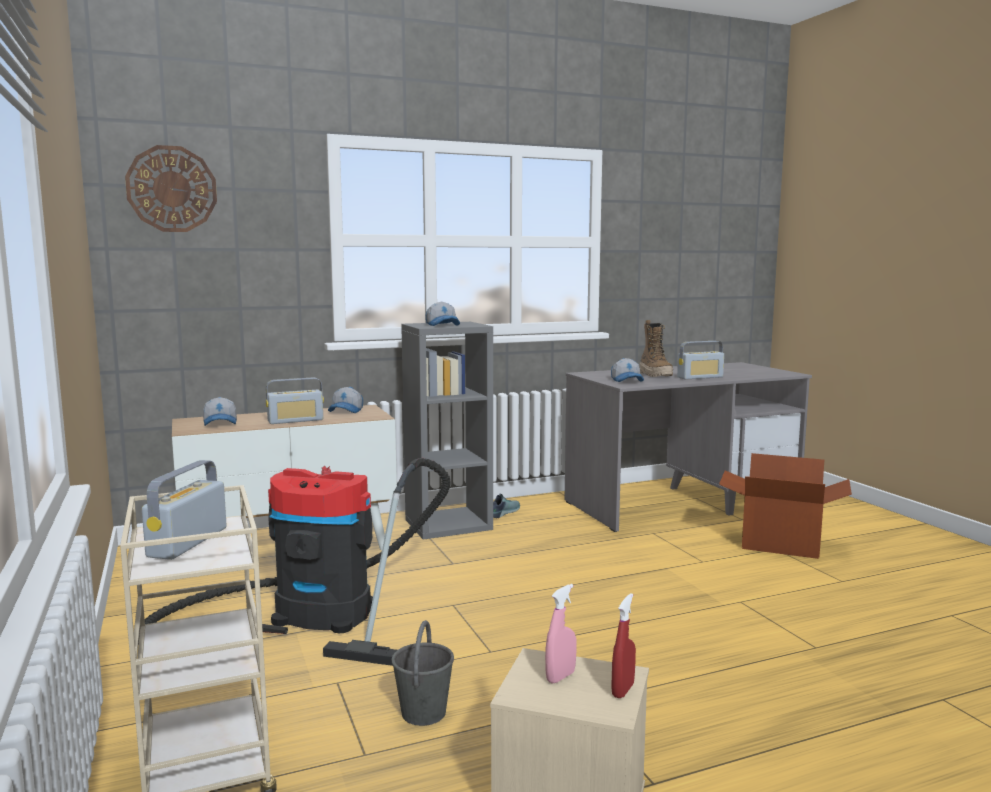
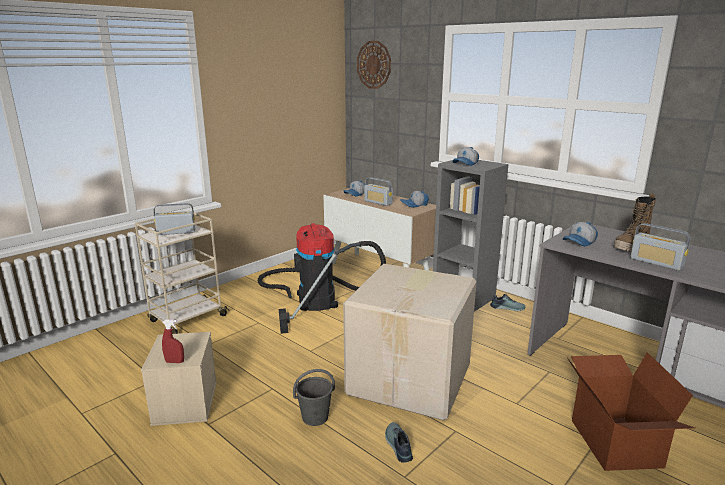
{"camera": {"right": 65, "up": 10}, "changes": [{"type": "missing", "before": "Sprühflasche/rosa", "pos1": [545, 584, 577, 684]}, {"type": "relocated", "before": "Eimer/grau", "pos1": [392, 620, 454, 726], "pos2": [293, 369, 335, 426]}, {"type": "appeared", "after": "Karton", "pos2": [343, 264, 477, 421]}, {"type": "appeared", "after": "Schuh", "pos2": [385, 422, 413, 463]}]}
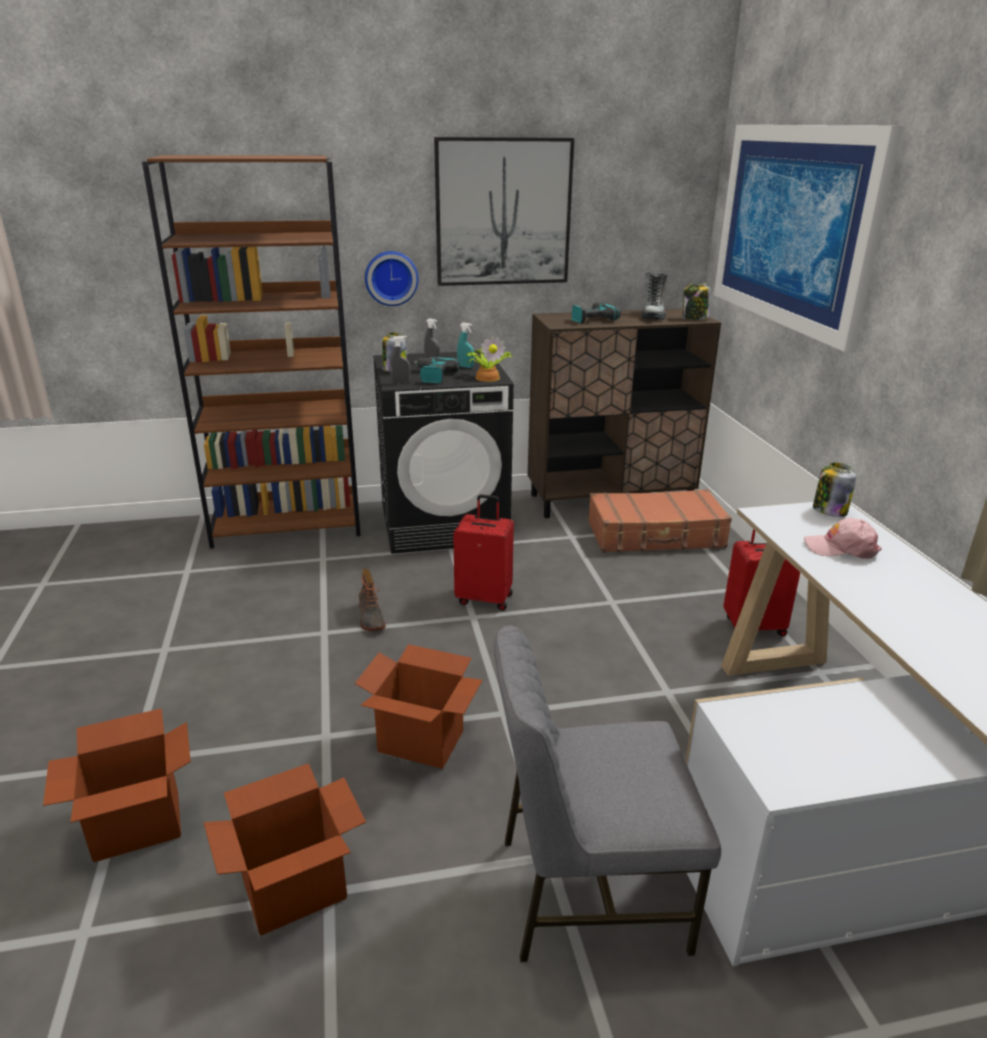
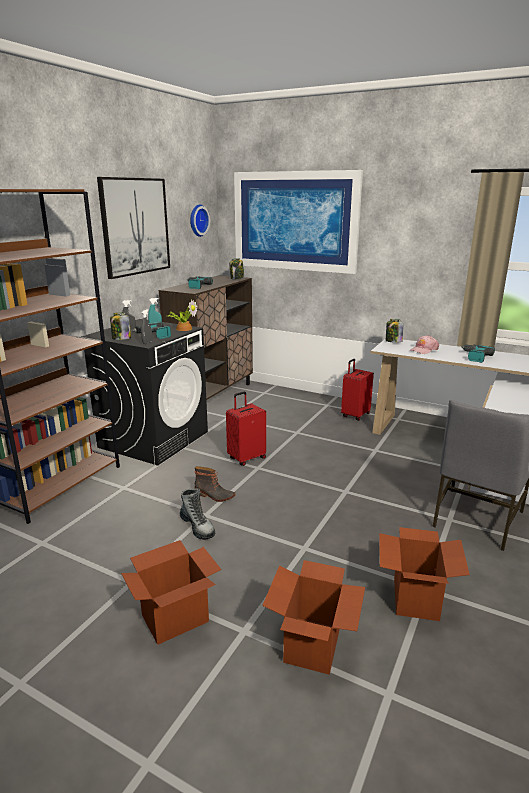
{"camera": {"right": -50, "up": -5}, "changes": [{"type": "relocated", "before": "Wanduhr", "pos1": [365, 251, 418, 306], "pos2": [190, 204, 210, 237]}, {"type": "relocated", "before": "Stiefel", "pos1": [641, 272, 668, 320], "pos2": [180, 488, 215, 540]}, {"type": "missing", "before": "Koffer/braun", "pos1": [588, 489, 732, 552]}, {"type": "relocated", "before": "Karton", "pos1": [355, 644, 482, 769], "pos2": [121, 540, 221, 644]}, {"type": "appeared", "after": "Bohrmaschine", "pos2": [461, 345, 495, 363]}]}
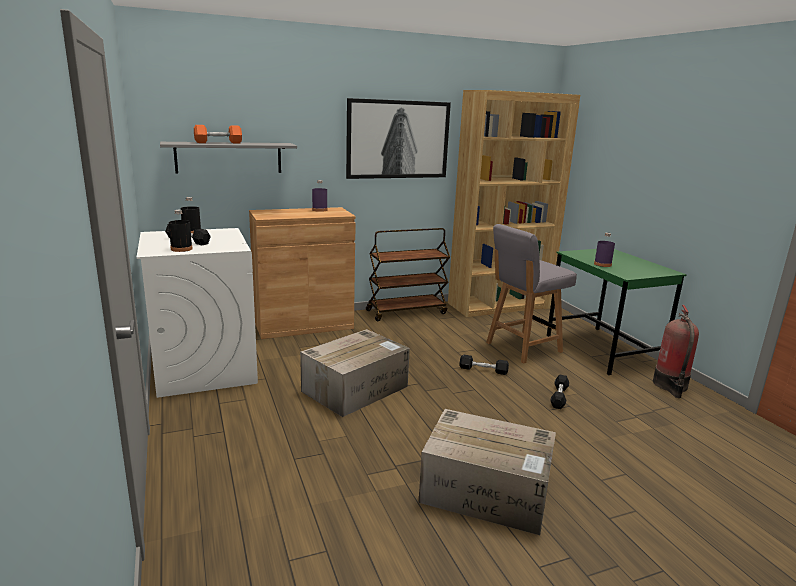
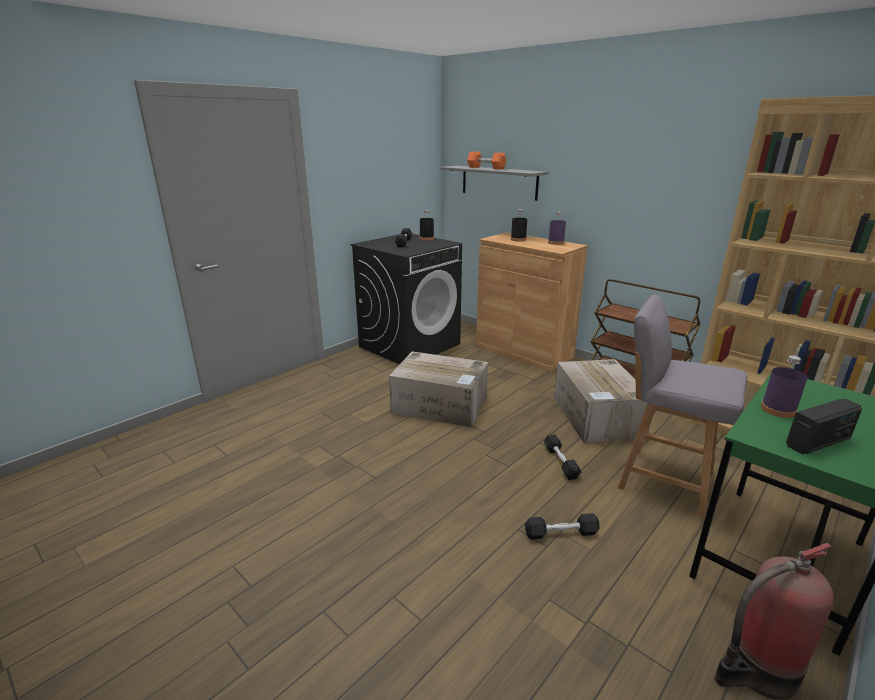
{"camera": {"right": 65, "up": 5}, "changes": [{"type": "missing", "before": "Bild", "pos1": [346, 98, 451, 179]}, {"type": "relocated", "before": "Flasche/schwarz", "pos1": [169, 210, 193, 252], "pos2": [511, 209, 527, 242]}, {"type": "colour", "before": "Waschmaschine/weiß", "after": "Waschmaschine/schwarz", "pos1": [136, 228, 258, 398], "pos2": [350, 234, 462, 364]}, {"type": "relocated", "before": "Karton", "pos1": [418, 409, 556, 535], "pos2": [554, 359, 650, 443]}, {"type": "appeared", "after": "Radio", "pos2": [786, 398, 862, 455]}]}
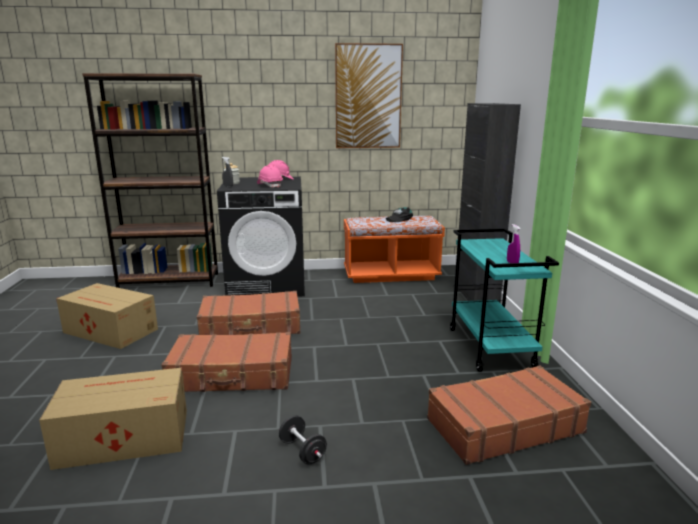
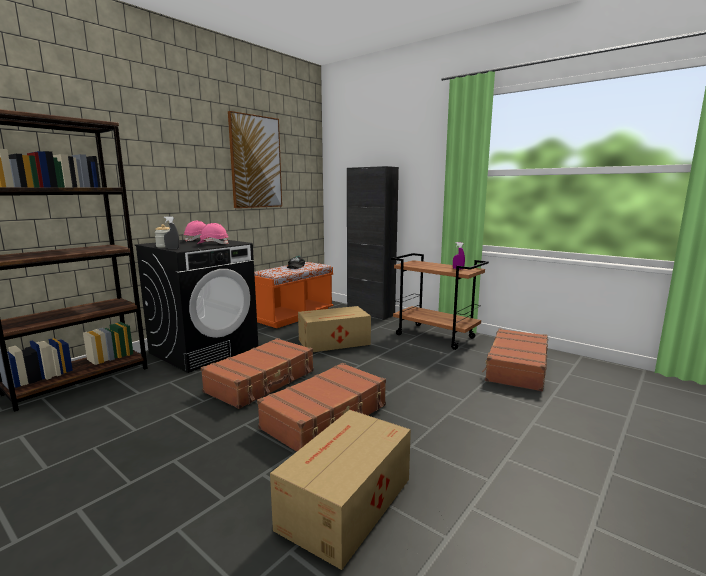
{"camera": {"right": -45, "up": -5}, "changes": [{"type": "colour", "before": "Rollwagen/türkis", "after": "Rollwagen/braun", "pos1": [450, 228, 559, 372], "pos2": [391, 253, 489, 350]}, {"type": "relocated", "before": "Karton", "pos1": [56, 283, 158, 349], "pos2": [298, 306, 371, 352]}, {"type": "missing", "before": "Hantel/schwarz", "pos1": [279, 415, 327, 465]}]}
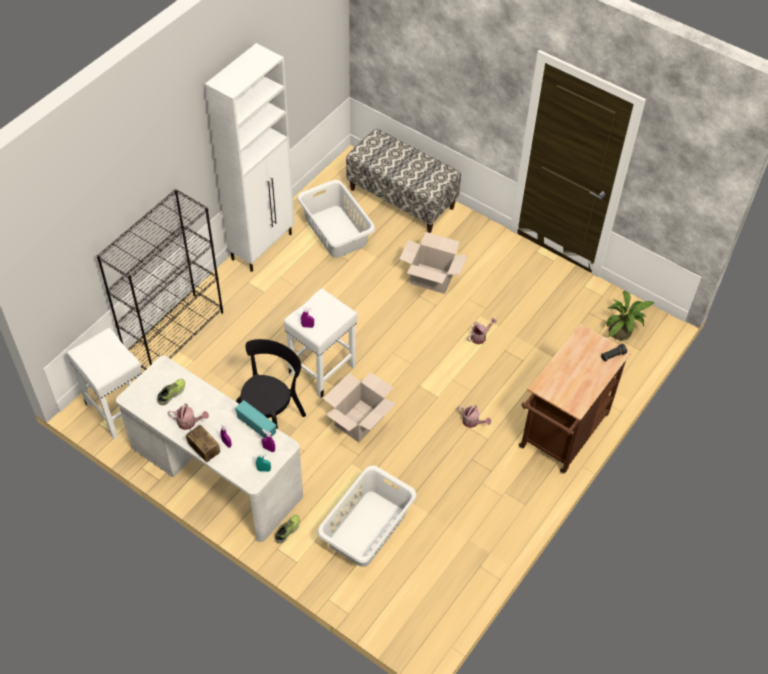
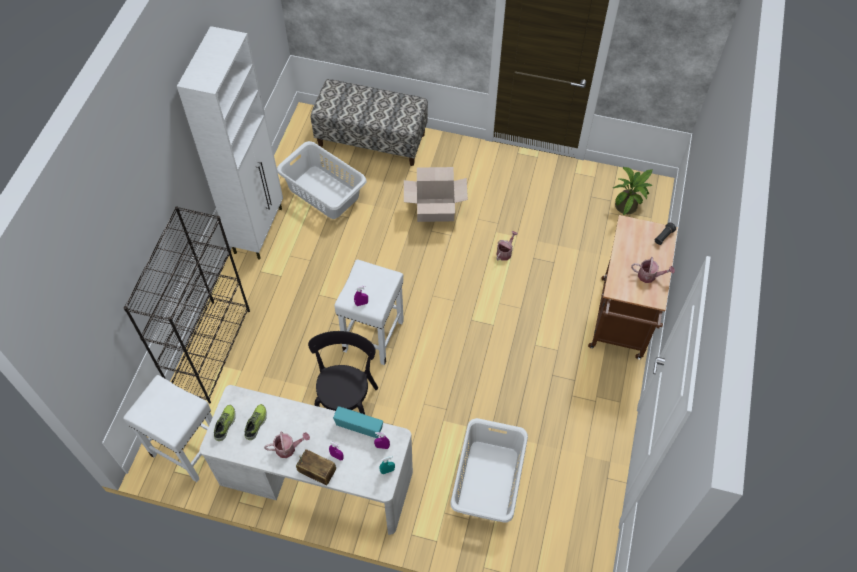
{"camera": {"right": -20, "up": 5}, "changes": [{"type": "missing", "before": "Karton", "pos1": [323, 372, 396, 442]}, {"type": "relocated", "before": "Gießkanne", "pos1": [457, 405, 491, 428], "pos2": [631, 257, 675, 283]}, {"type": "relocated", "before": "Schuh", "pos1": [275, 515, 300, 543], "pos2": [214, 405, 236, 441]}]}
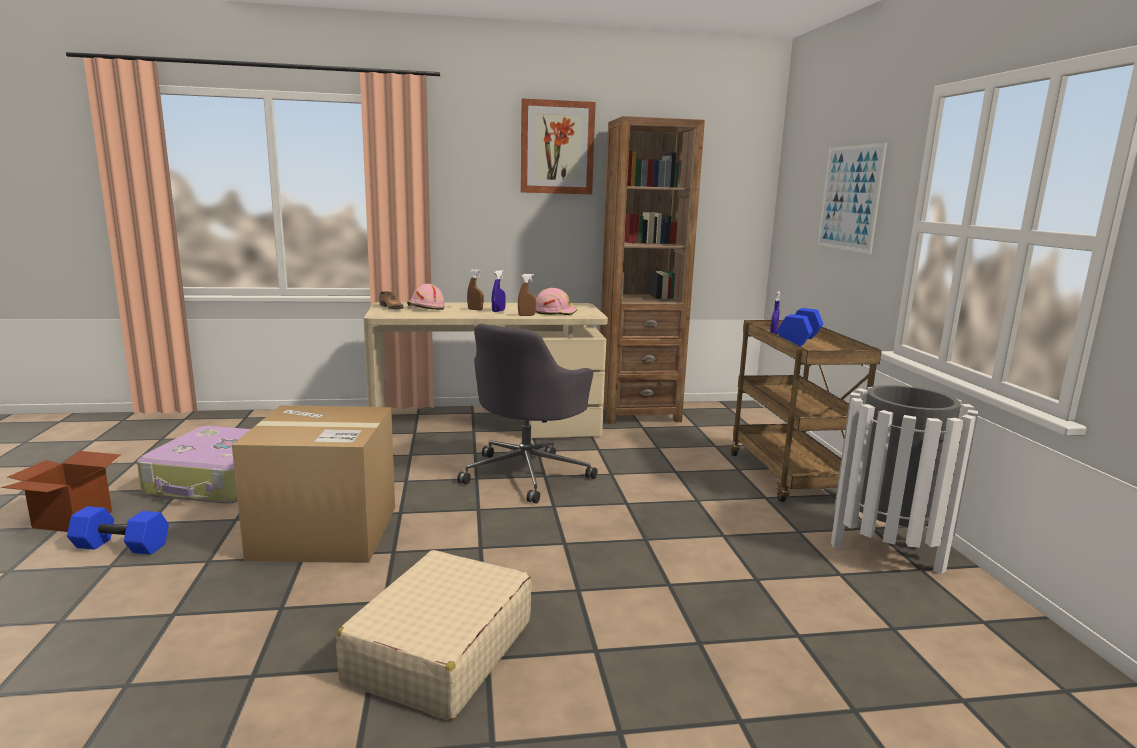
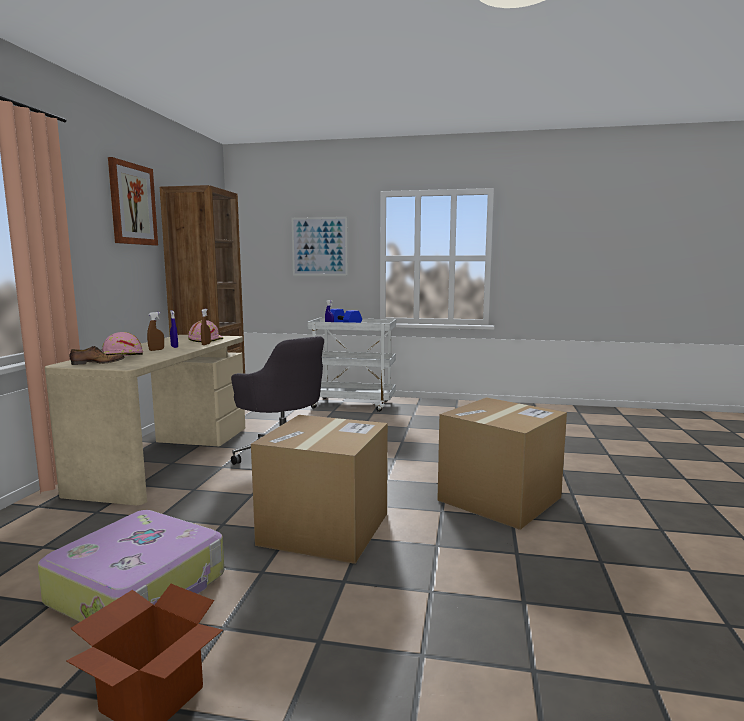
{"camera": {"right": -70, "up": -5}, "changes": [{"type": "colour", "before": "Rollwagen/braun", "after": "Rollwagen/weiß", "pos1": [731, 320, 882, 502], "pos2": [307, 318, 396, 412]}, {"type": "missing", "before": "Mülleimer/weiß", "pos1": [831, 385, 978, 575]}, {"type": "missing", "before": "Hantel/blau", "pos1": [67, 506, 169, 555]}, {"type": "exchanged", "before": "Koffer/beige", "after": "Karton", "pos1": [336, 550, 532, 720], "pos2": [437, 397, 567, 530]}]}
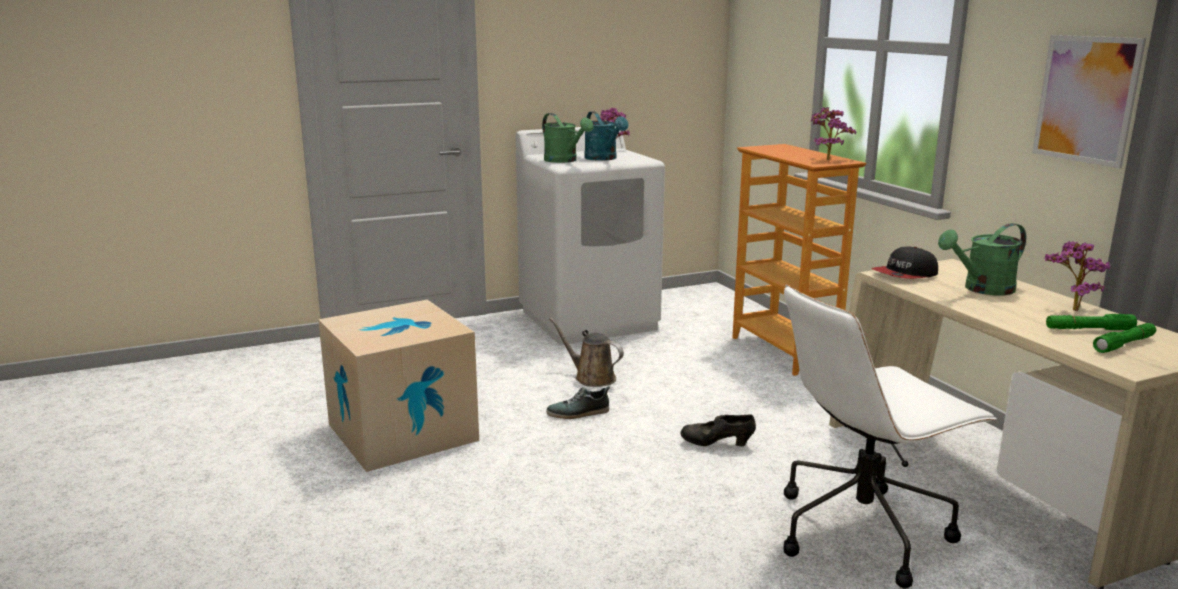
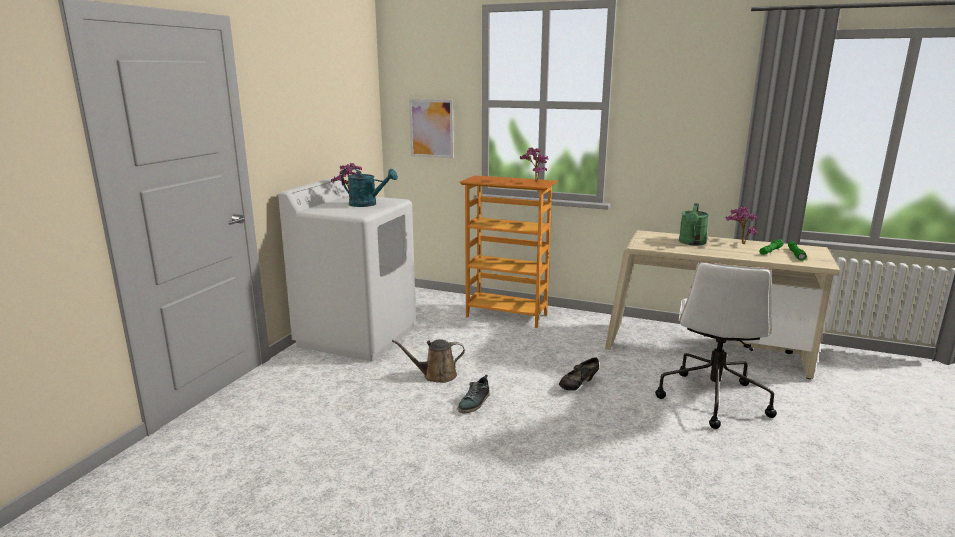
{"camera": {"right": -45, "up": 0}, "changes": [{"type": "relocated", "before": "Bild", "pos1": [1032, 35, 1146, 168], "pos2": [409, 99, 454, 158]}, {"type": "missing", "before": "Gießkanne/grün", "pos1": [542, 113, 593, 163]}, {"type": "missing", "before": "Kappe", "pos1": [871, 246, 938, 279]}, {"type": "missing", "before": "Karton", "pos1": [318, 300, 479, 472]}]}
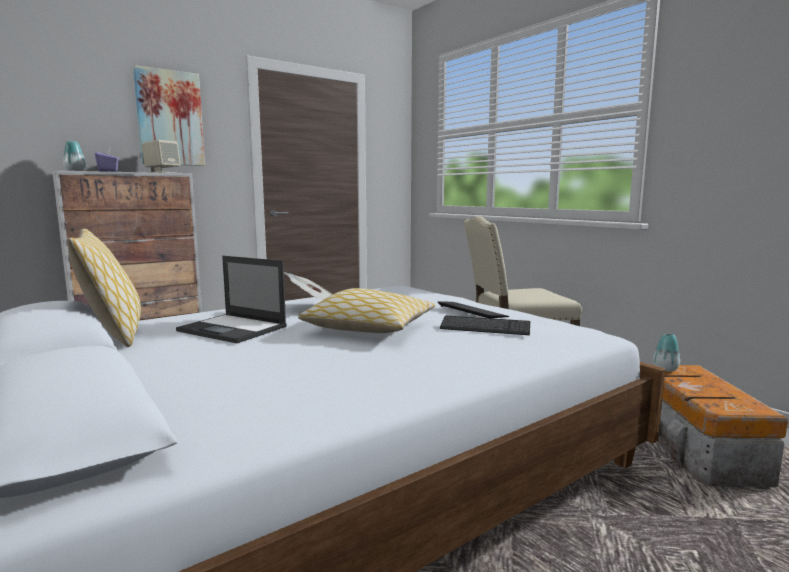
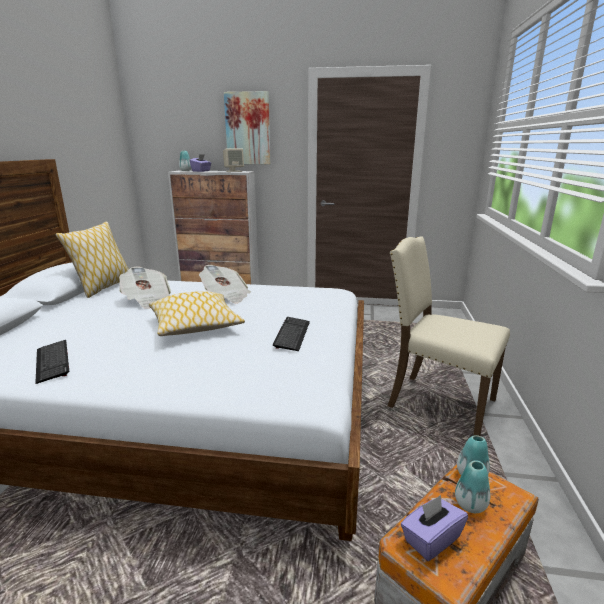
{"camera": {"right": 45, "up": 10}, "changes": [{"type": "exchanged", "before": "Laptop", "after": "Zeitung", "pos1": [176, 256, 287, 343], "pos2": [119, 267, 171, 309]}, {"type": "relocated", "before": "Tastatur", "pos1": [440, 316, 530, 335], "pos2": [35, 340, 69, 384]}, {"type": "appeared", "after": "Vase", "pos2": [455, 460, 490, 513]}, {"type": "appeared", "after": "Taschentuchbox/lila", "pos2": [401, 495, 468, 561]}]}
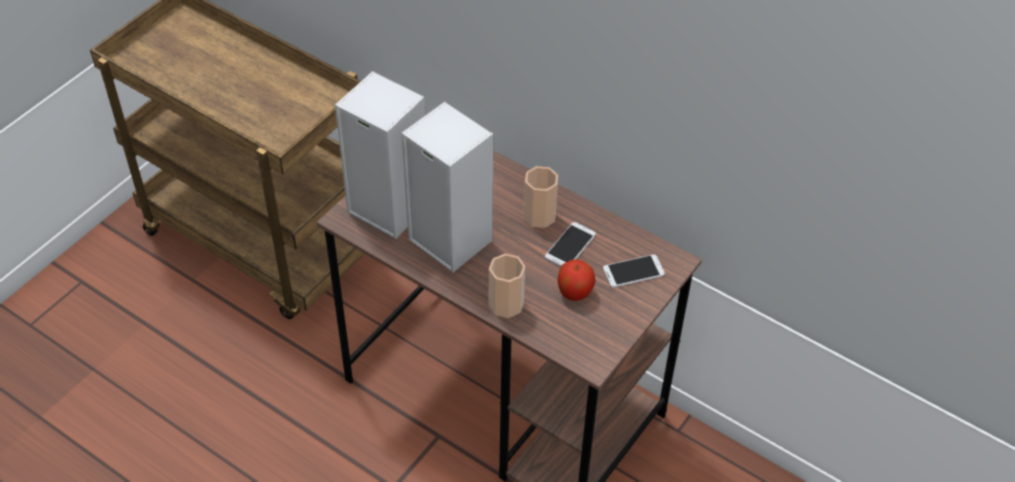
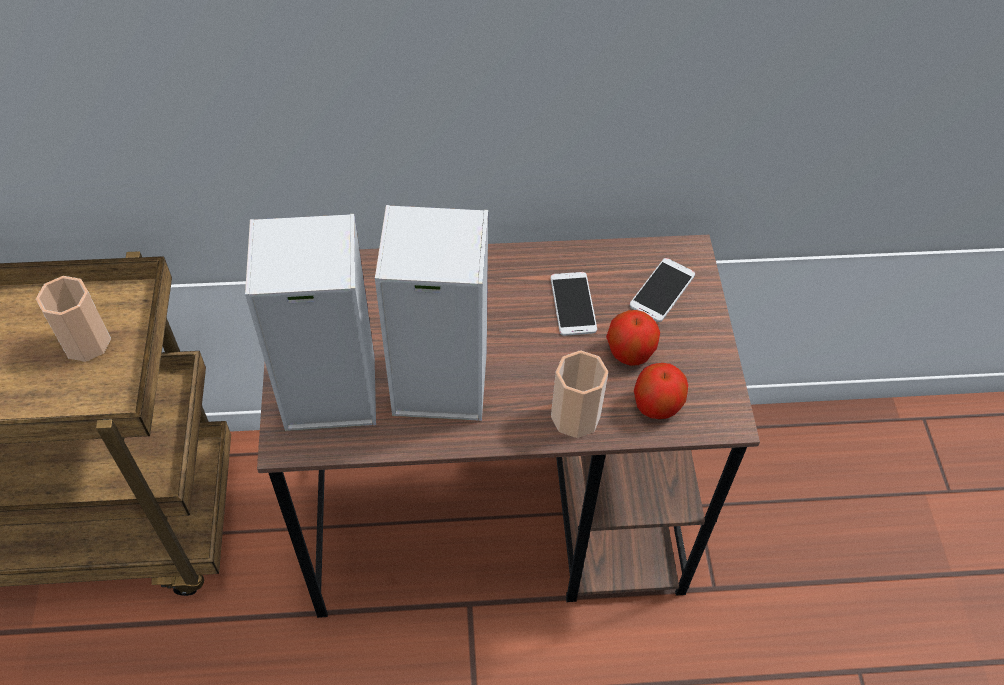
{"camera": {"right": -40, "up": 5}, "changes": [{"type": "relocated", "before": "Tasse", "pos1": [524, 166, 558, 228], "pos2": [36, 276, 111, 362]}, {"type": "appeared", "after": "Apfel", "pos2": [634, 363, 688, 419]}]}
